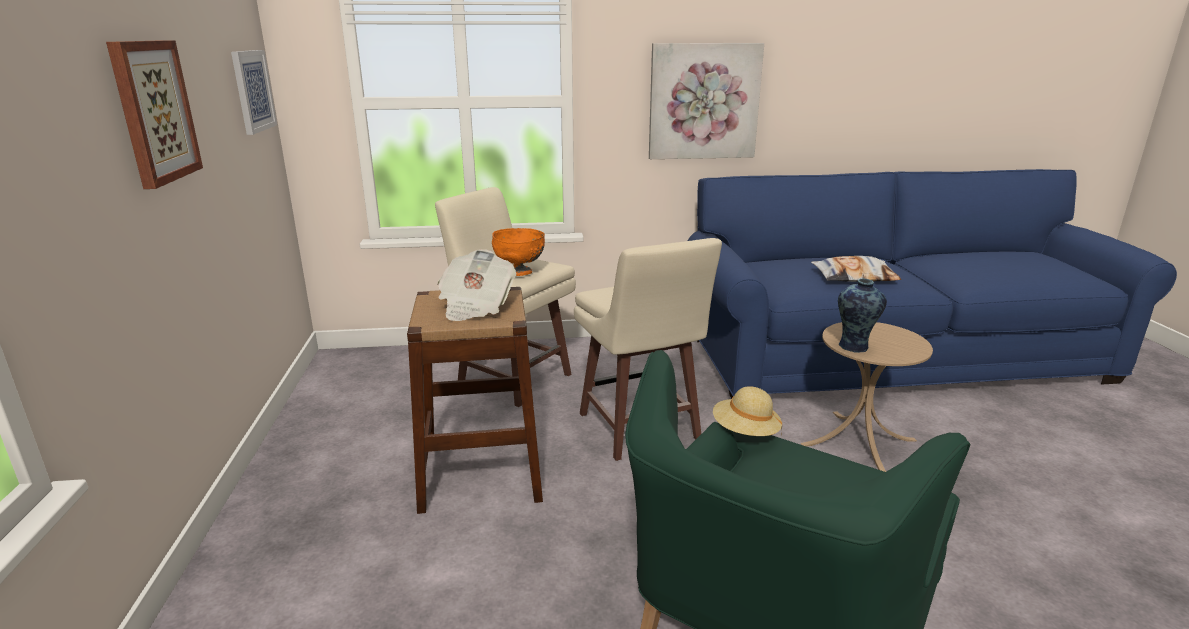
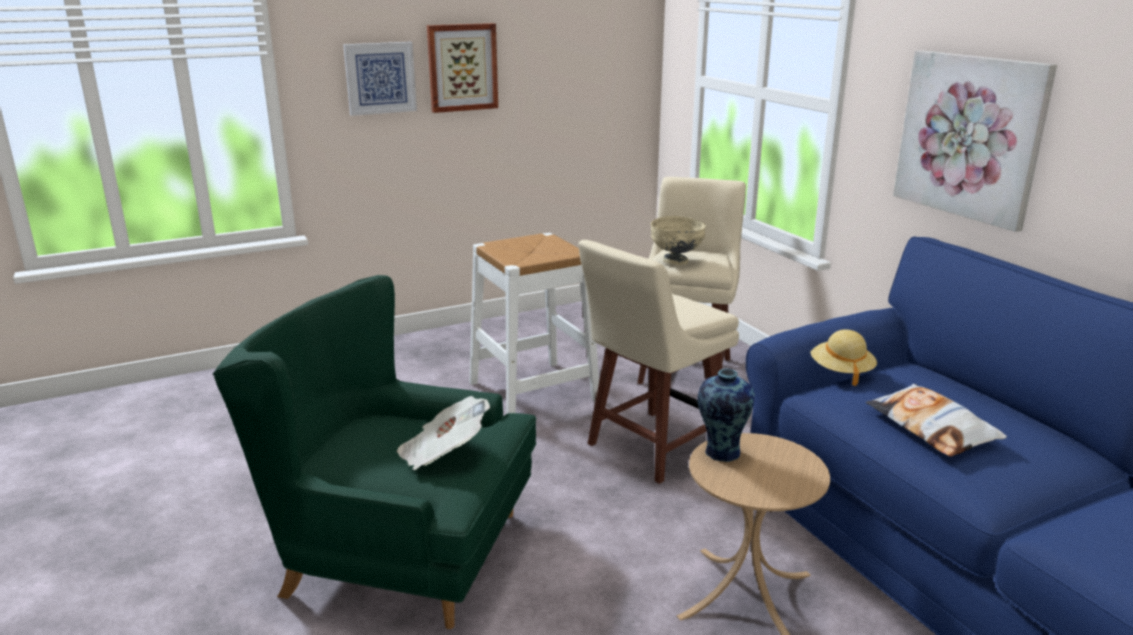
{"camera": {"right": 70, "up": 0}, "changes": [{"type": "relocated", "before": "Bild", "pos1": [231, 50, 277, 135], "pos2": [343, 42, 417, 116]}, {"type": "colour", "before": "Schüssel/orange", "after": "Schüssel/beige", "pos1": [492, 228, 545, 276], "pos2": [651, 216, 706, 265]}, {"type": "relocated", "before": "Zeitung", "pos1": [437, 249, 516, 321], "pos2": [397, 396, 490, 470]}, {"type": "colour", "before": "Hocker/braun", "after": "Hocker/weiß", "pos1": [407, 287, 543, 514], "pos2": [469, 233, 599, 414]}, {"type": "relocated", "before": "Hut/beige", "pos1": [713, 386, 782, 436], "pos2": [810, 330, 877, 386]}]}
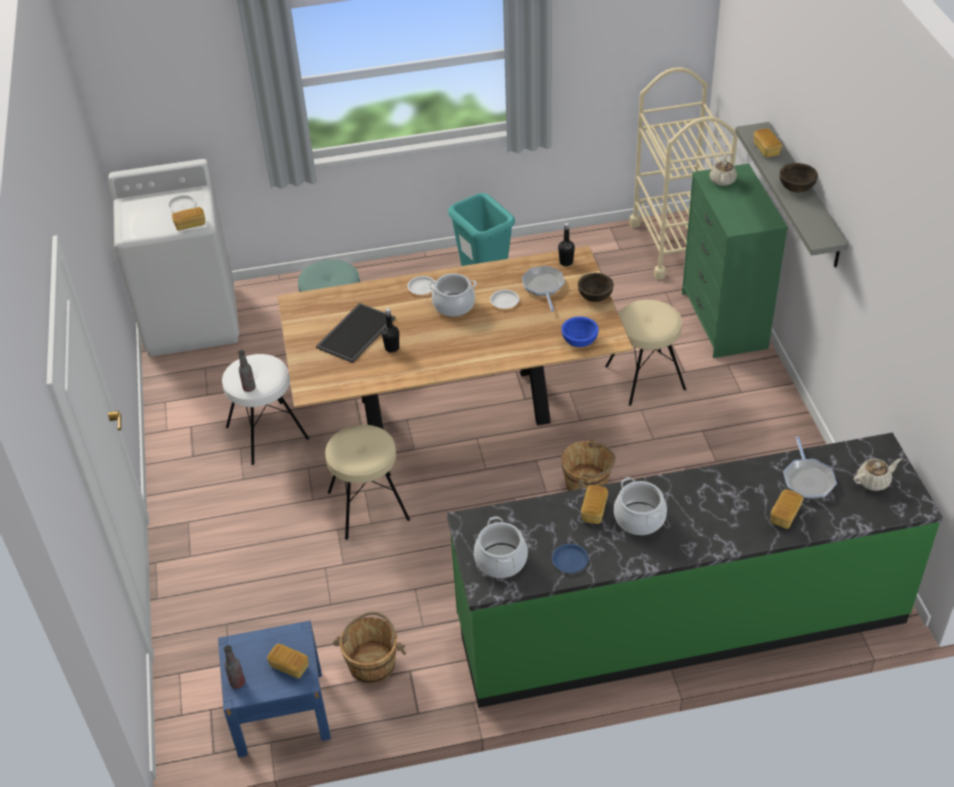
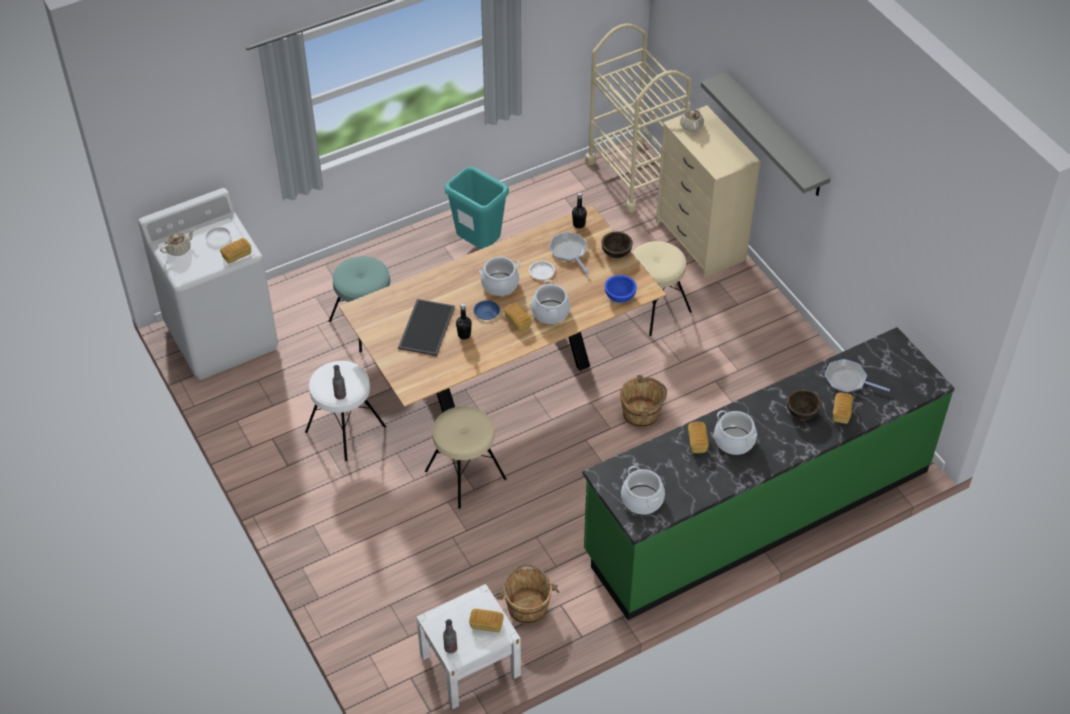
{"camera": {"right": -20, "up": 5}, "changes": [{"type": "relocated", "before": "Brot", "pos1": [754, 128, 782, 157], "pos2": [504, 303, 531, 331]}, {"type": "colour", "before": "Kommode/grün", "after": "Kommode/beige", "pos1": [682, 163, 788, 358], "pos2": [656, 105, 761, 278]}, {"type": "relocated", "before": "Schüssel/braun", "pos1": [780, 163, 818, 192], "pos2": [787, 389, 821, 420]}, {"type": "missing", "before": "Teller/weiß", "pos1": [408, 276, 436, 295]}, {"type": "spun", "before": "Pfanne", "pos1": [783, 437, 837, 499], "pos2": [825, 359, 890, 393], "turn": 135}, {"type": "relocated", "before": "Teekanne/beige", "pos1": [853, 458, 902, 491], "pos2": [160, 228, 195, 256]}, {"type": "relocated", "before": "Teller/blau", "pos1": [552, 544, 589, 573], "pos2": [473, 300, 500, 320]}, {"type": "colour", "before": "Nachttisch/blau", "after": "Nachttisch/weiß", "pos1": [218, 621, 331, 757], "pos2": [416, 584, 521, 709]}, {"type": "appeared", "after": "Kochtopf", "pos2": [531, 280, 570, 324]}]}
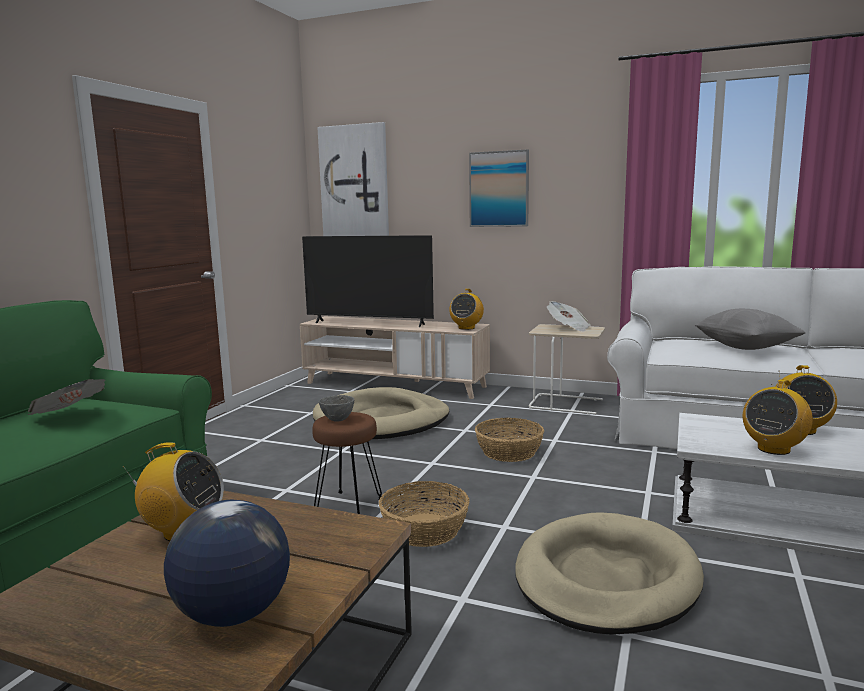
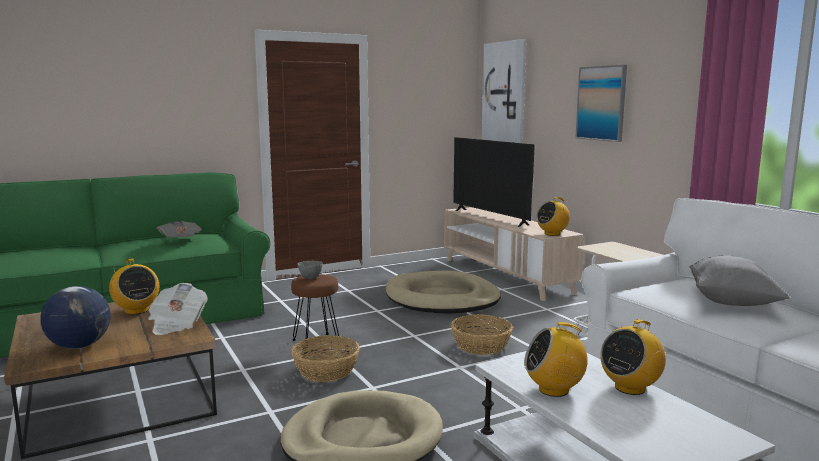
{"camera": {"right": 40, "up": 0}, "changes": [{"type": "relocated", "before": "Zeitung", "pos1": [547, 301, 591, 332], "pos2": [148, 283, 208, 335]}]}
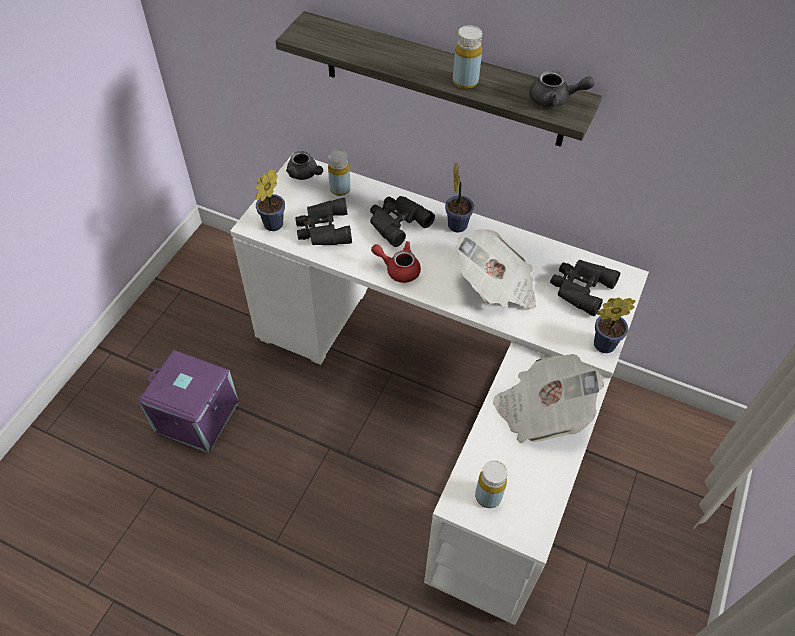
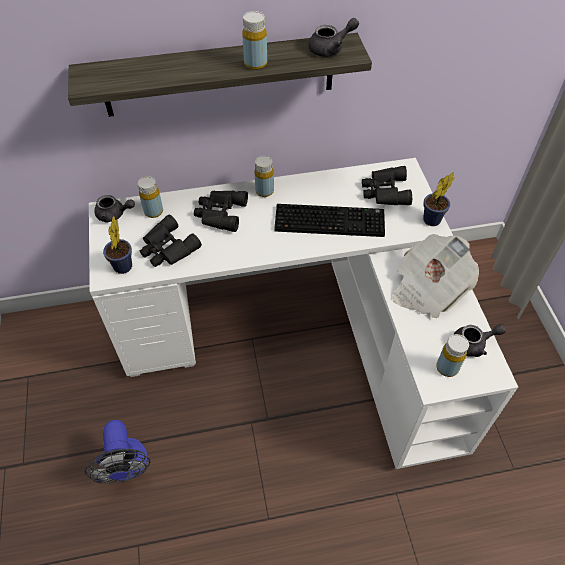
{"camera": {"right": -35, "up": 0}, "changes": [{"type": "exchanged", "before": "Topfpflanze", "after": "Flasche/gelb", "pos1": [445, 162, 474, 232], "pos2": [255, 156, 274, 197]}, {"type": "exchanged", "before": "Zeitung", "after": "Tastatur", "pos1": [457, 229, 536, 309], "pos2": [274, 204, 385, 237]}, {"type": "missing", "before": "Teekanne/rot", "pos1": [371, 241, 421, 283]}, {"type": "exchanged", "before": "Aufbewahrungsbox/lila", "after": "Ventilator", "pos1": [138, 350, 239, 453], "pos2": [85, 420, 150, 484]}, {"type": "appeared", "after": "Teekanne/grau", "pos2": [454, 324, 506, 357]}]}
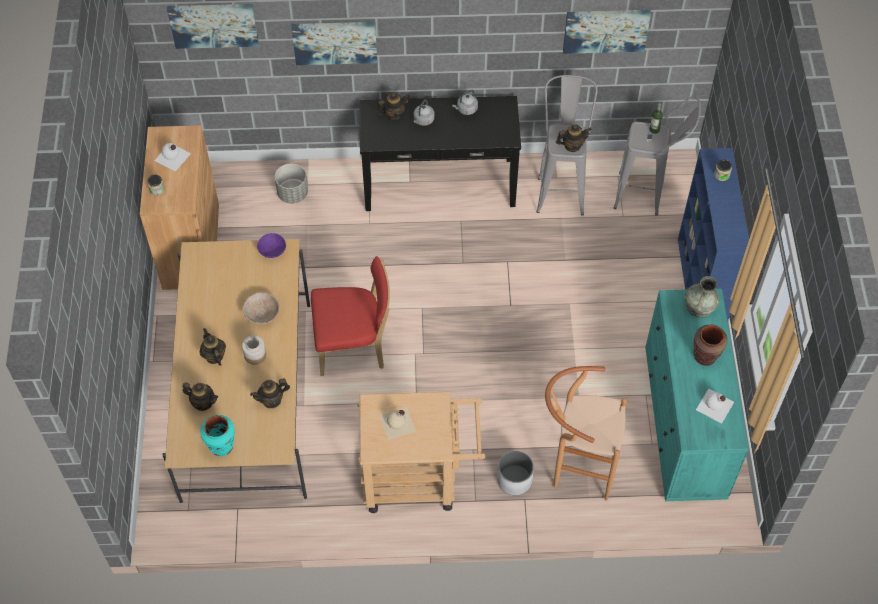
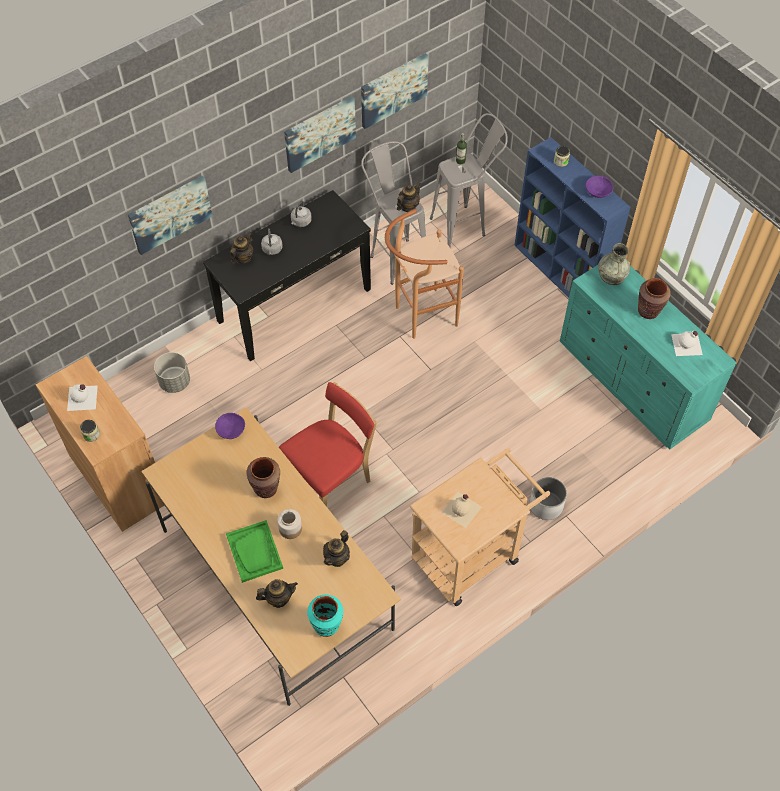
{"camera": {"right": -35, "up": 0}, "changes": [{"type": "relocated", "before": "Bild", "pos1": [167, 4, 259, 49], "pos2": [284, 96, 356, 173]}, {"type": "exchanged", "before": "Schüssel/beige", "after": "Vase/braun", "pos1": [243, 292, 280, 324], "pos2": [247, 457, 280, 498]}, {"type": "exchanged", "before": "Teekanne", "after": "Tablett/grün", "pos1": [200, 328, 226, 366], "pos2": [226, 520, 283, 583]}, {"type": "relocated", "before": "Hocker/braun", "pos1": [545, 366, 627, 501], "pos2": [385, 209, 464, 339]}, {"type": "appeared", "after": "Schüssel/lila", "pos2": [585, 176, 613, 198]}]}
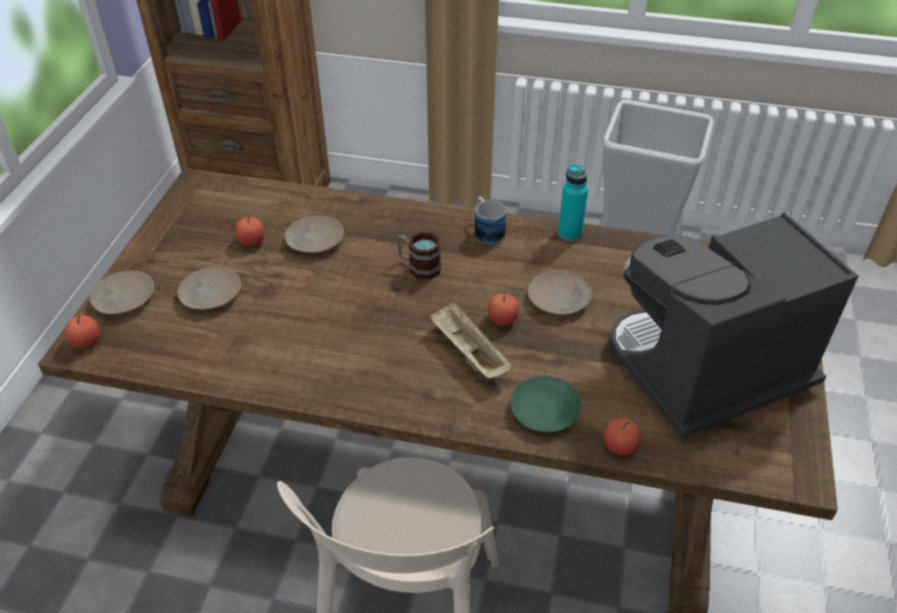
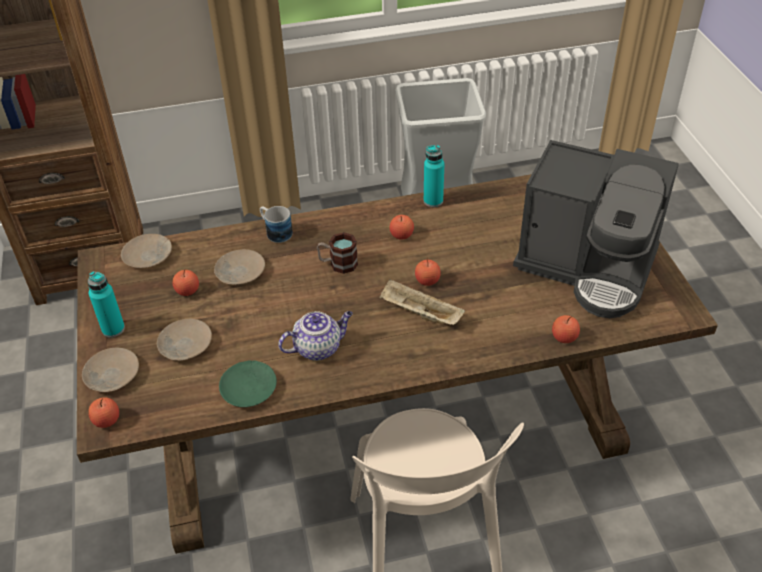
{"camera": {"right": -25, "up": 0}, "changes": [{"type": "relocated", "before": "Henkelbecher", "pos1": [475, 197, 506, 244], "pos2": [260, 206, 293, 243]}, {"type": "spun", "before": "Kaffeemaschine", "pos1": [610, 212, 858, 439], "pos2": [513, 140, 679, 318], "turn": -105}, {"type": "relocated", "before": "Teller/beige", "pos1": [528, 271, 592, 315], "pos2": [121, 234, 172, 268]}, {"type": "relocated", "before": "Teller/grün", "pos1": [511, 376, 581, 432], "pos2": [219, 360, 277, 407]}, {"type": "appeared", "after": "Apfel", "pos2": [390, 215, 414, 240]}, {"type": "appeared", "after": "Flasche/türkis", "pos2": [88, 271, 125, 337]}, {"type": "appeared", "after": "Teekanne", "pos2": [278, 311, 353, 361]}]}
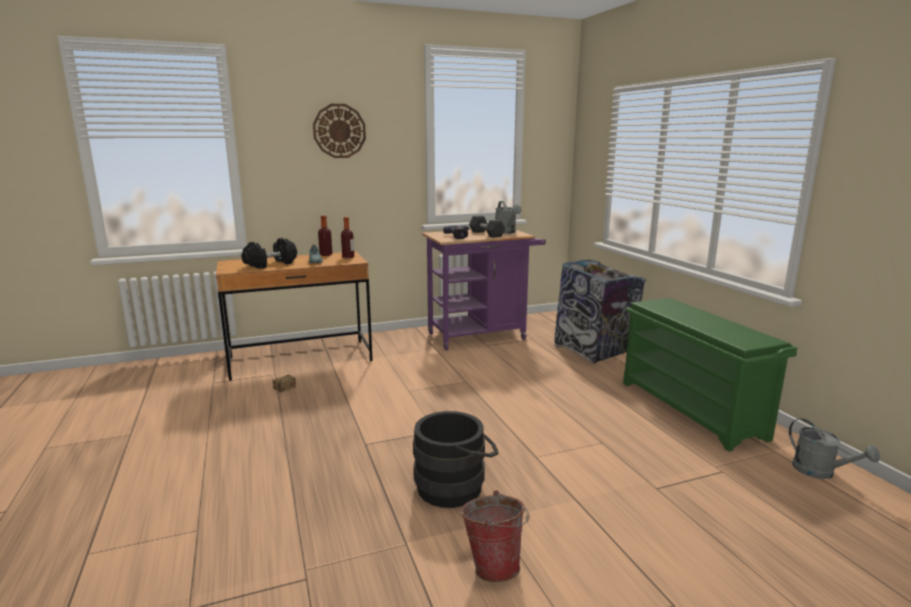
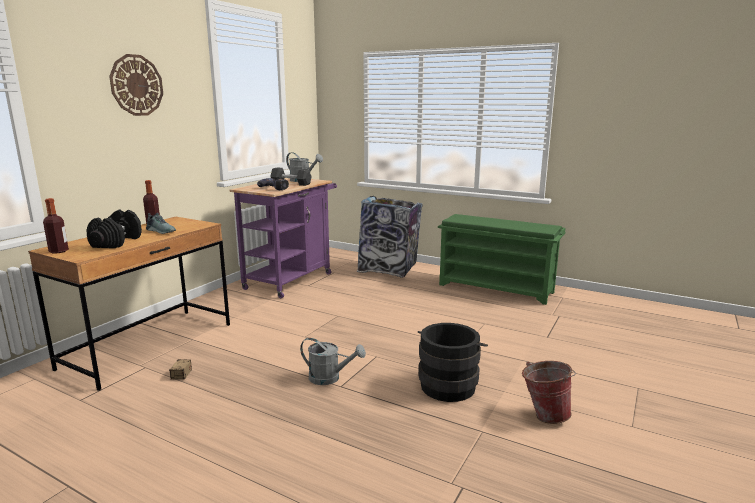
{"camera": {"right": -40, "up": 0}, "changes": [{"type": "relocated", "before": "Flasche", "pos1": [341, 217, 354, 258], "pos2": [43, 198, 69, 253]}, {"type": "relocated", "before": "Gießkanne/grau", "pos1": [789, 418, 880, 479], "pos2": [300, 338, 366, 385]}]}
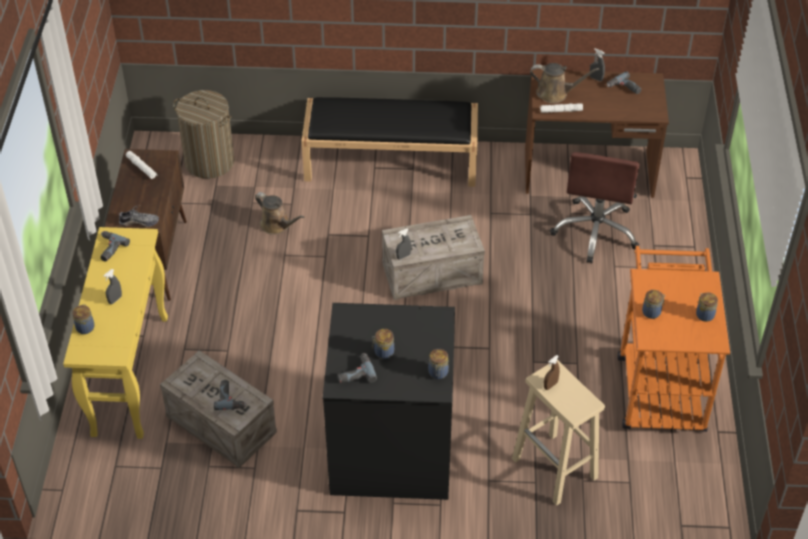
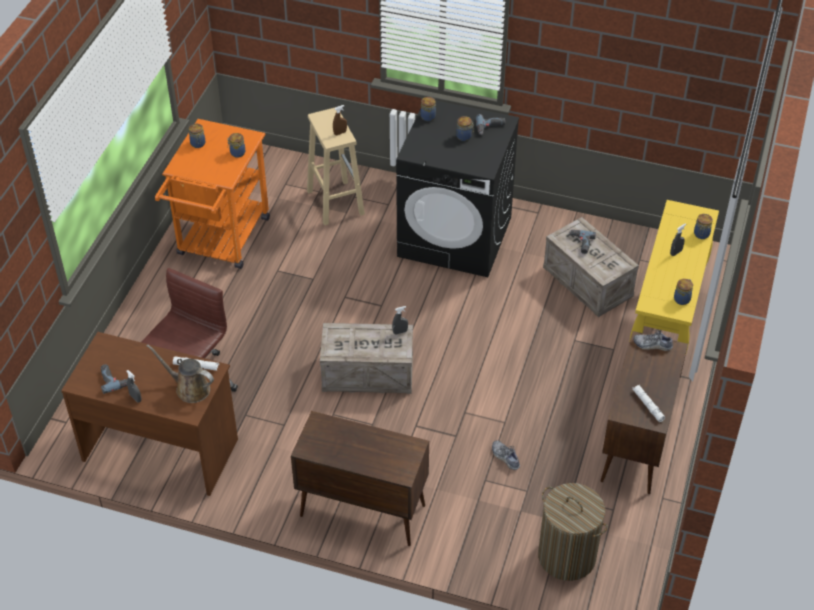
{"camera": {"right": -165, "up": 0}, "changes": [{"type": "exchanged", "before": "Bank/schwarz", "after": "Schrank/braun", "pos1": [301, 97, 478, 187], "pos2": [291, 411, 429, 546]}, {"type": "exchanged", "before": "Gießkanne/braun", "after": "Schuh", "pos1": [255, 192, 304, 235], "pos2": [492, 440, 520, 470]}, {"type": "exchanged", "before": "Bohrmaschine", "after": "Vorratsglas", "pos1": [100, 231, 130, 262], "pos2": [674, 279, 693, 305]}]}
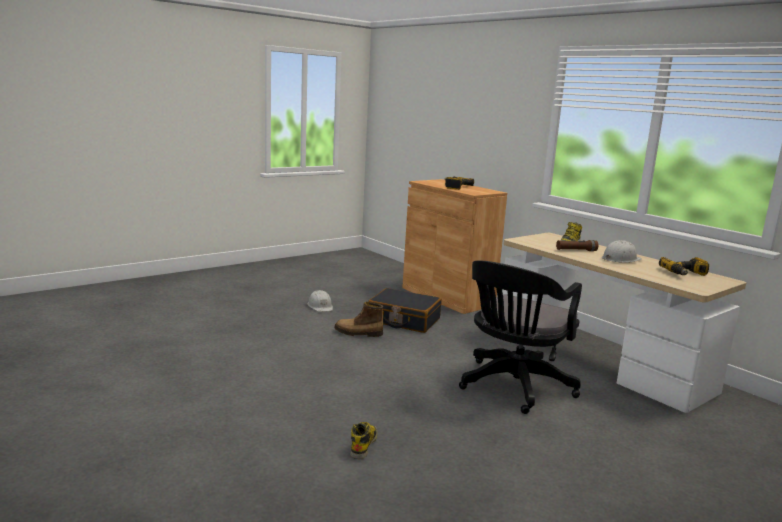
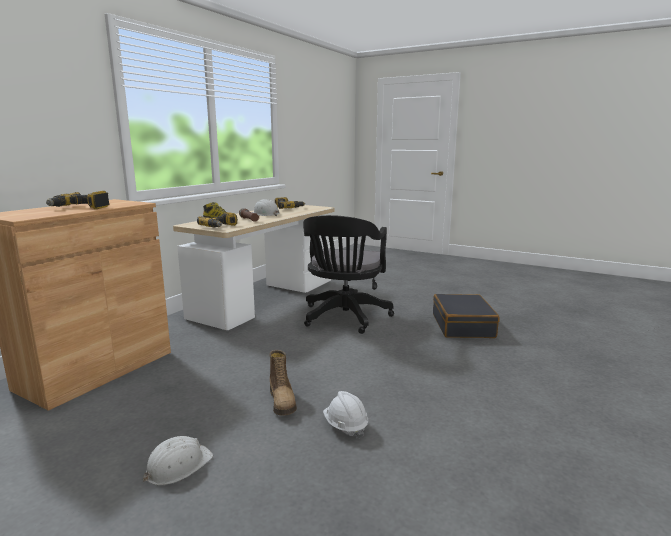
{"camera": {"right": -110, "up": 0}, "changes": [{"type": "spun", "before": "Bürostuhl/schwarz", "pos1": [459, 261, 582, 414], "pos2": [303, 215, 394, 334], "turn": 90}, {"type": "relocated", "before": "Koffer/schwarz", "pos1": [368, 288, 442, 333], "pos2": [433, 294, 500, 338]}, {"type": "missing", "before": "Stiefel", "pos1": [350, 422, 377, 459]}, {"type": "appeared", "after": "Bohrmaschine", "pos2": [197, 212, 237, 228]}, {"type": "appeared", "after": "Schutzhelm/weiß", "pos2": [323, 391, 368, 439]}]}
